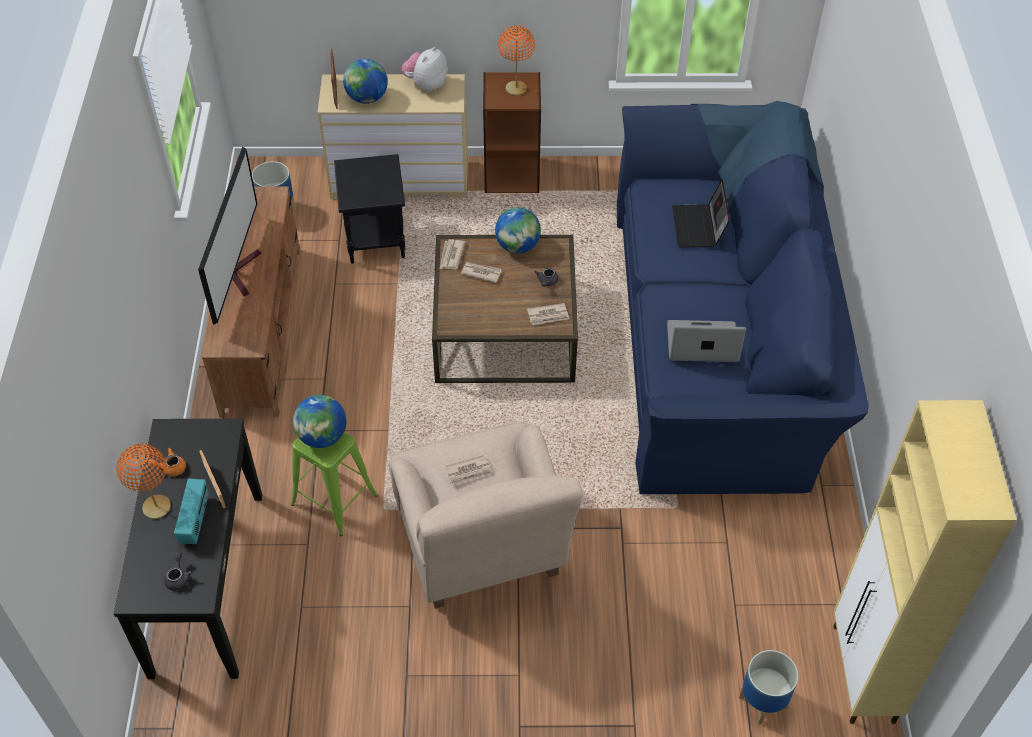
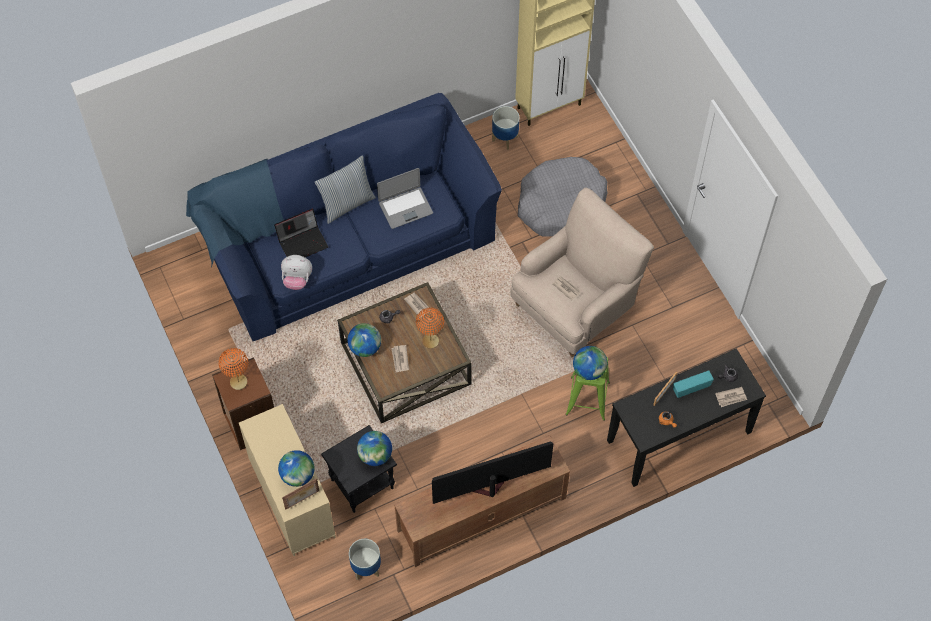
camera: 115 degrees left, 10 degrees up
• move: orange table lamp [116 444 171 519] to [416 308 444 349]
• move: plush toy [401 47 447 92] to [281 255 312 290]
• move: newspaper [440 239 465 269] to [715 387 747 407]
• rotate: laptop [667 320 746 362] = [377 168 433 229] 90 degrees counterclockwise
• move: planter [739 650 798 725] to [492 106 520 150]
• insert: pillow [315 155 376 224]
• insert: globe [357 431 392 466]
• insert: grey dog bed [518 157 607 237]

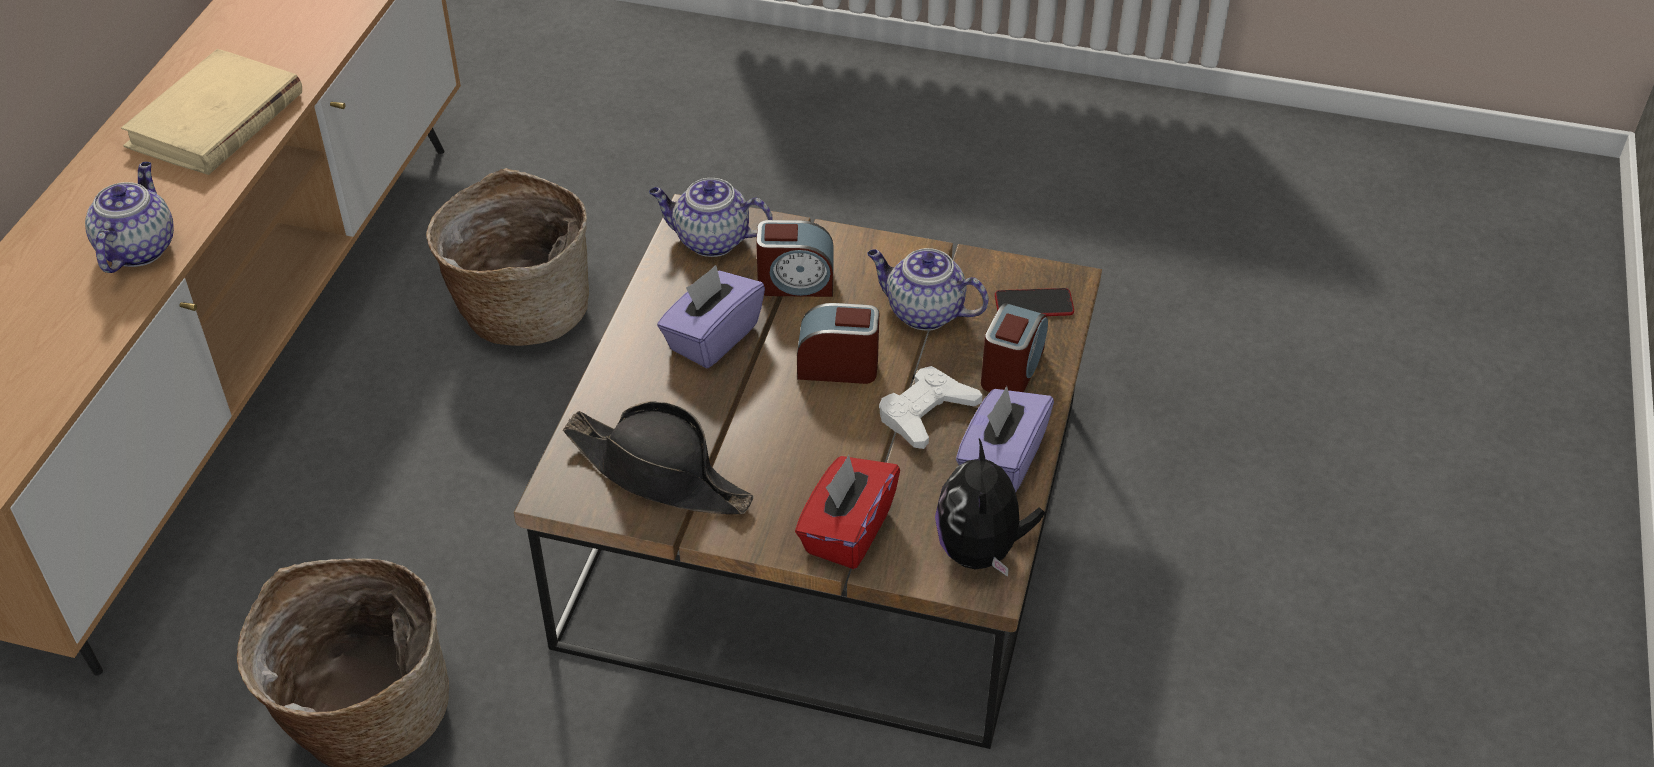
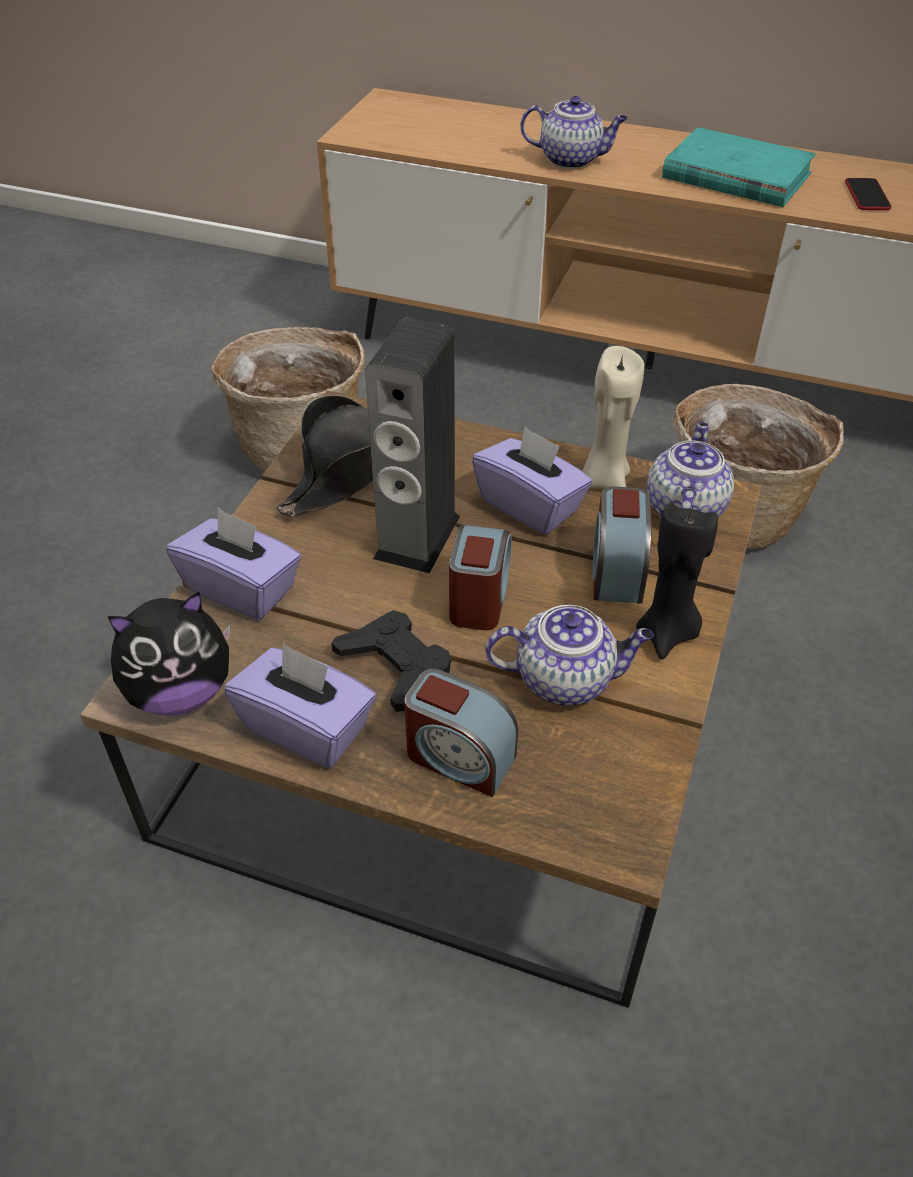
camera: 95 degrees right, 0 degrees up
• recolor: beige book [121 49 302 175] to turquoise book [662 127 816 207]
• recolor: red tissue box [795 455 900 569] to purple tissue box [167 508 301 620]
• rotate: teapot [867 248 989 331] = [485 605 654 706] 60 degrees clockwise
• recolor: white game controller [879 366 983 449] to black game controller [331 610 451 712]
• rotate: plush toy [935 438 1045 577] = [108 592 230 716] 150 degrees clockwise
• move: phone [995 288 1074 316] to [845 178 891 210]
• insert: speaker [365 318 460 574]
• insert: beige candle [582 346 644 489]
• insert: black candle [636 503 718 659]

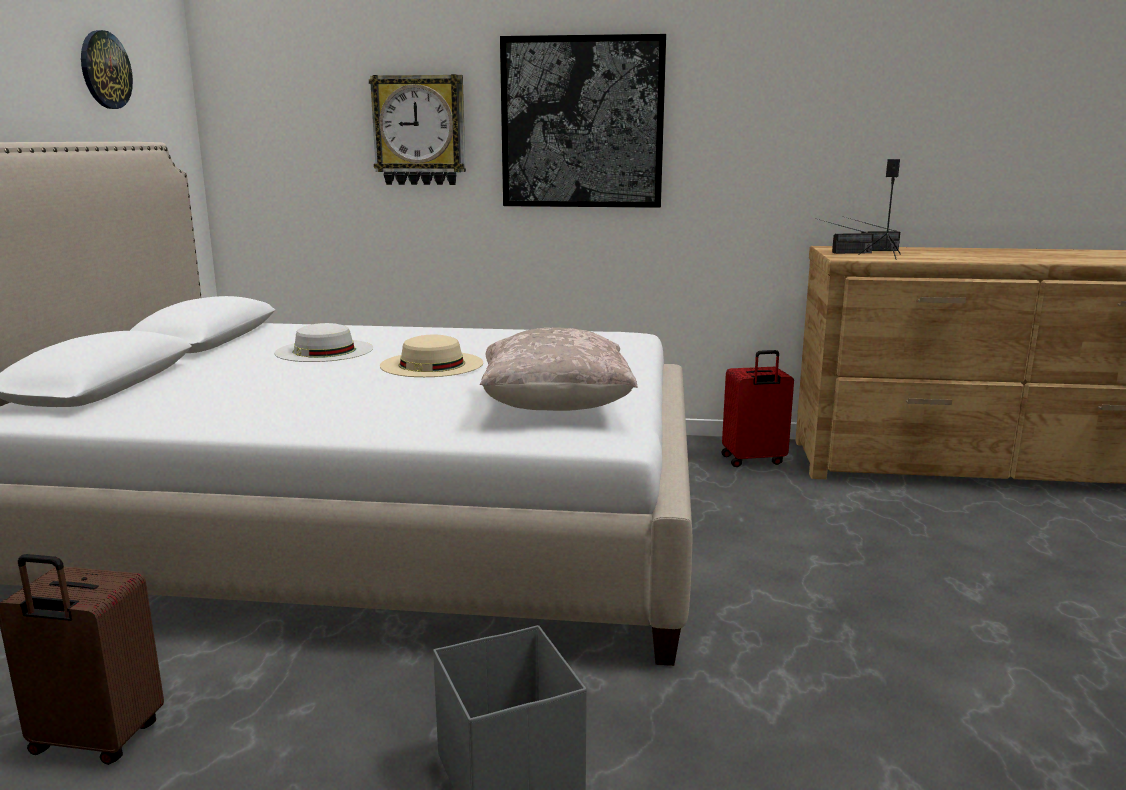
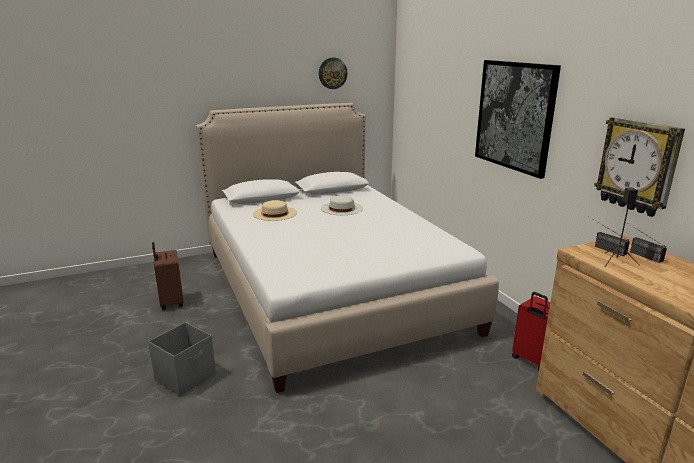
camera: 60 degrees right, 5 degrees up
• move: wall clock [369 74 466 185] to [594 117 685 217]
• move: beige hat [380 335 483 377] to [253 200 297 221]
• delete: beige pillow [480 327 638 411]

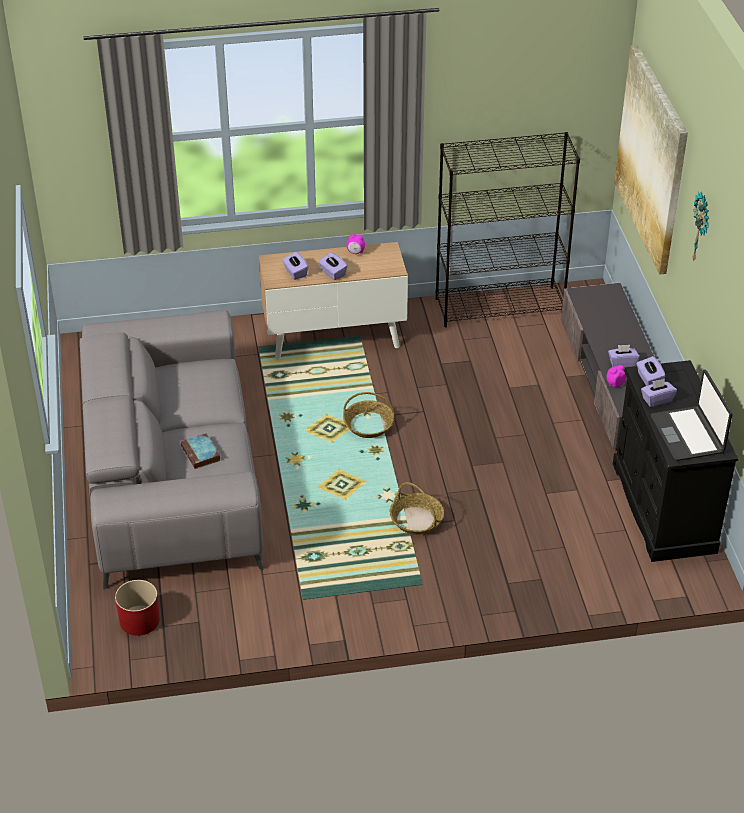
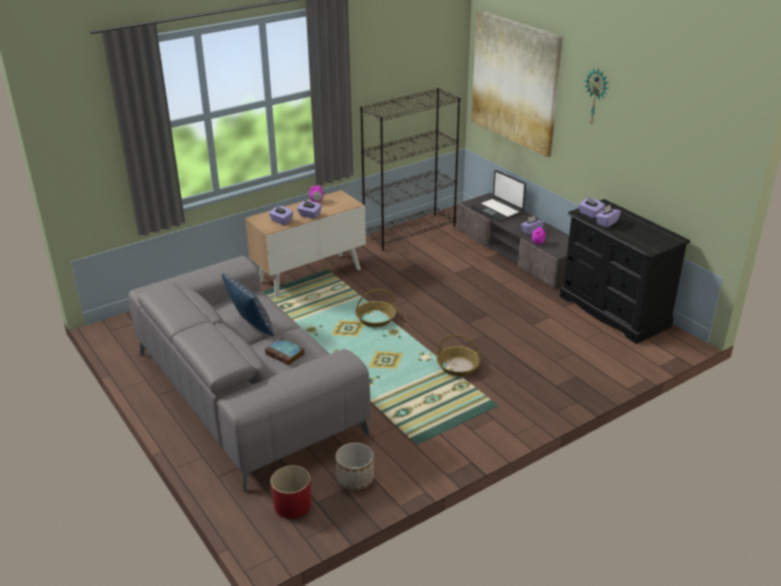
camera: 25 degrees left, 10 degrees down
• move: laptop [651 370 732 461] to [471 170 526 222]
• insert: pillow [222 273 275 337]
• insert: planter [335 443 374 490]

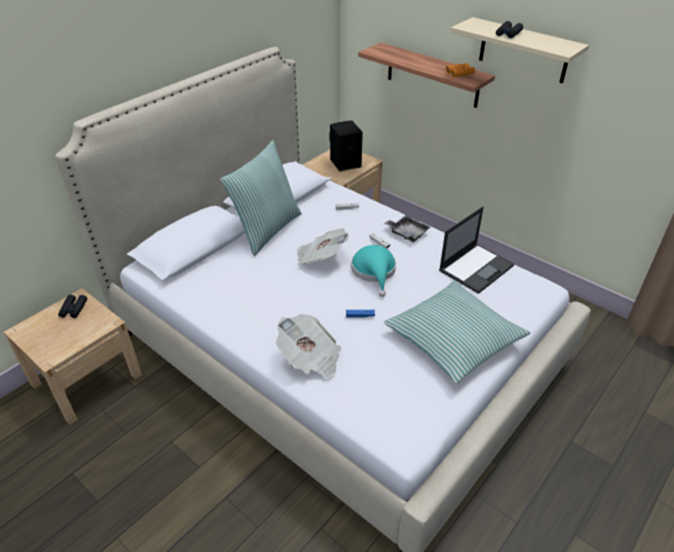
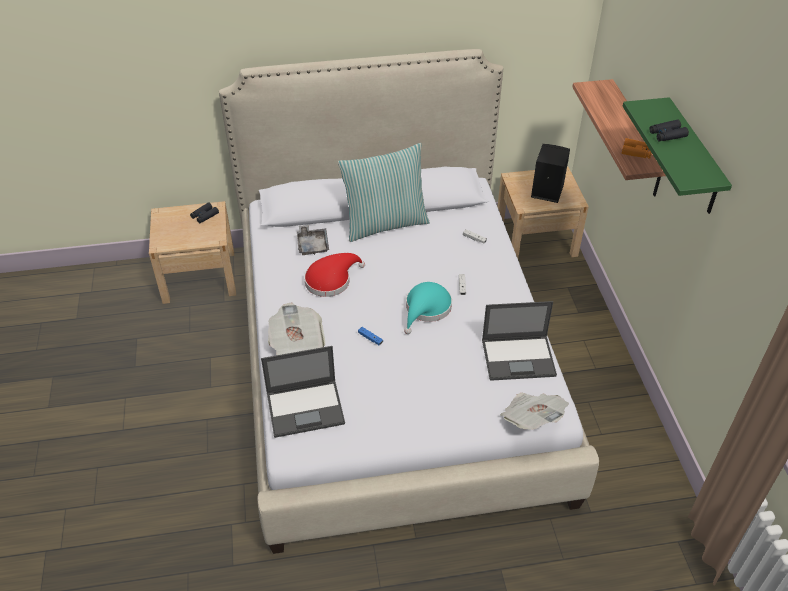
camera: 40 degrees right, 5 degrees up
• move: newspaper [297 228 349 265] to [500 393 569 430]
• move: grey tray [384 215 430 242] to [297 225 329 255]
• delete: pillow [384 281 530 384]
• recolor: beige shelf [450 17 589 83] to green shelf [623 97 732 214]
• insert: laptop [261 346 345 438]
• insert: red hat [304 253 365 297]

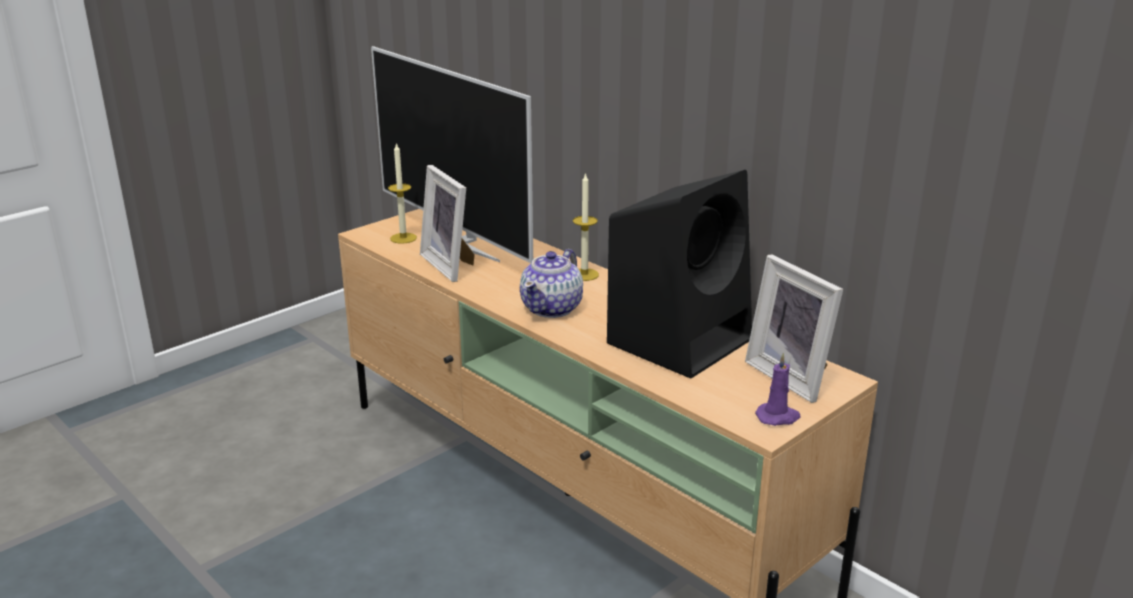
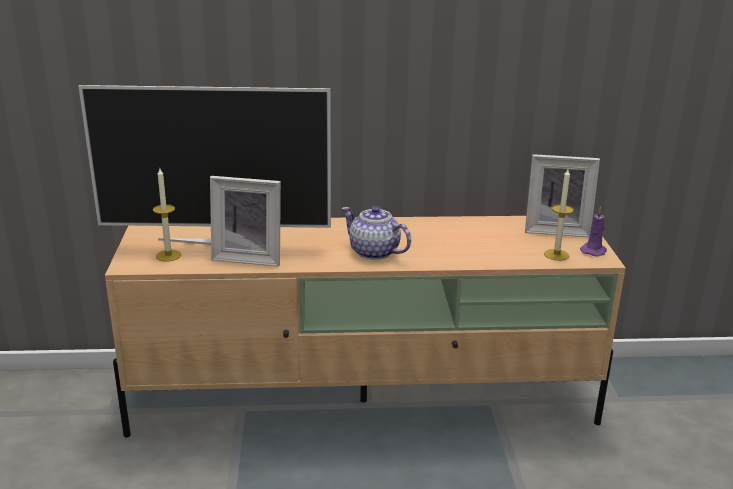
camera: 50 degrees left, 0 degrees up
• rotate: teapot [520 249 583 318] = [341 206 411 260] 150 degrees clockwise
• move: candle [573 172 599 281] to [544 169 574 261]
• delete: black speaker [607 170 752 378]

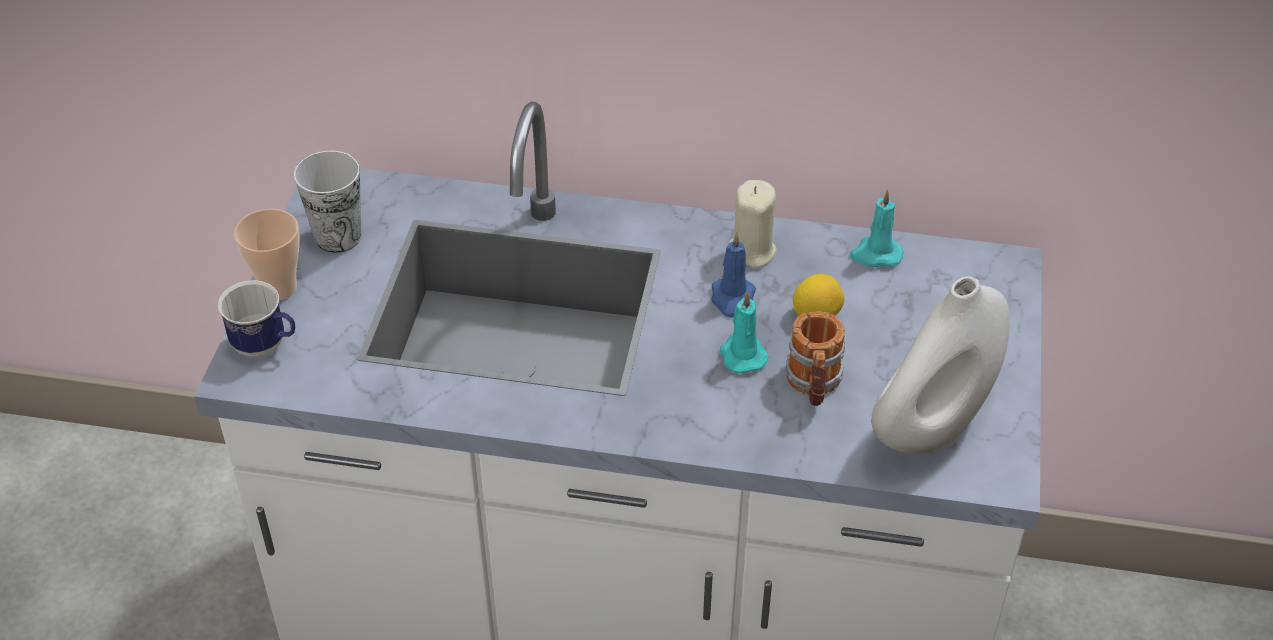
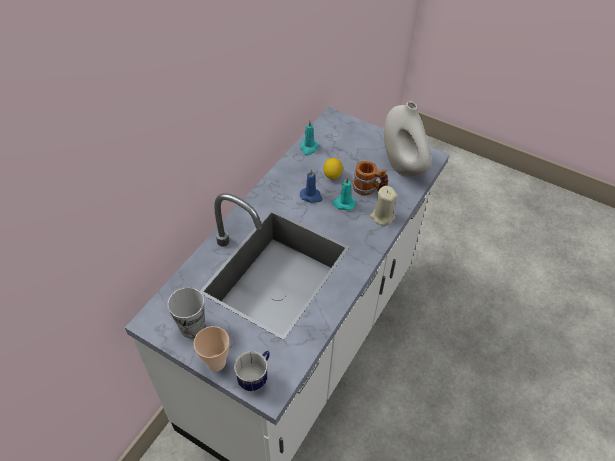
camera: 70 degrees left, 5 degrees up
• move: beige candle [727 180 776 268] to [370 186 398 226]

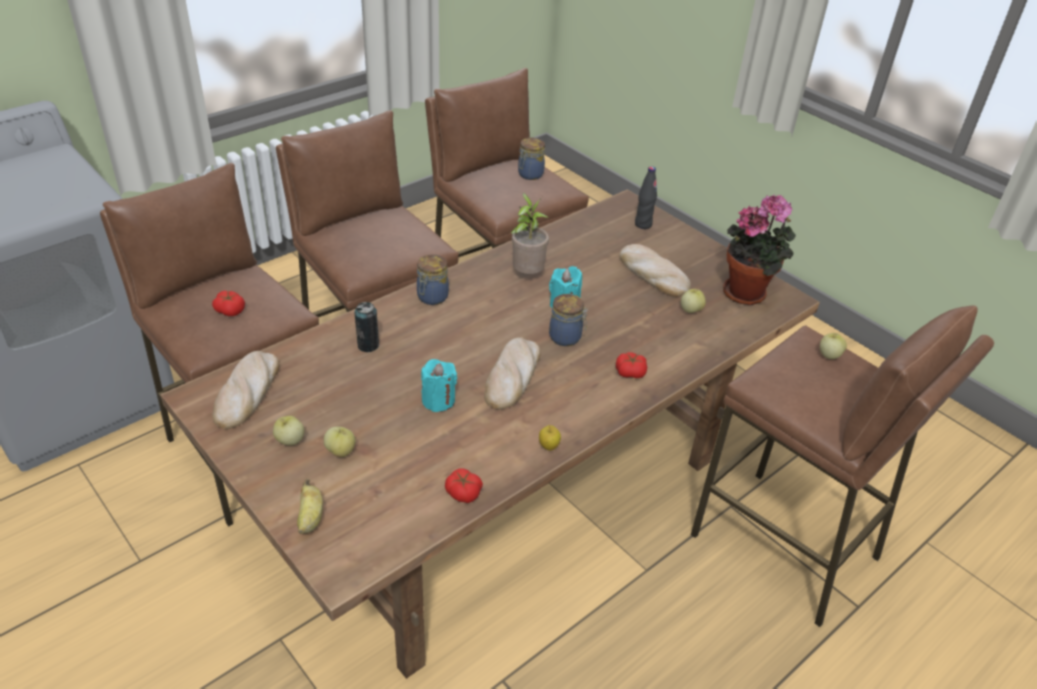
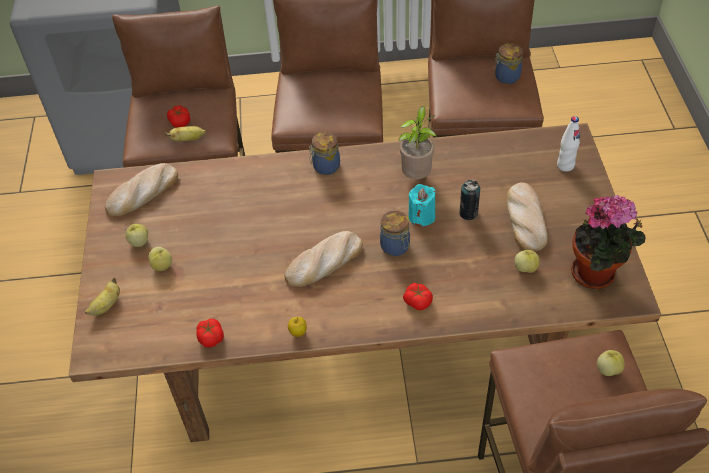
camera: 40 degrees right, 10 degrees up
• move: can [354 302 380 352] to [459 180 481 220]
• delete: turquoise candle [421 359 457 412]
• recolor: black bottle [635 166 657 229] to white bottle [557 116 580 172]
• insert: banana [166 126 206 142]

